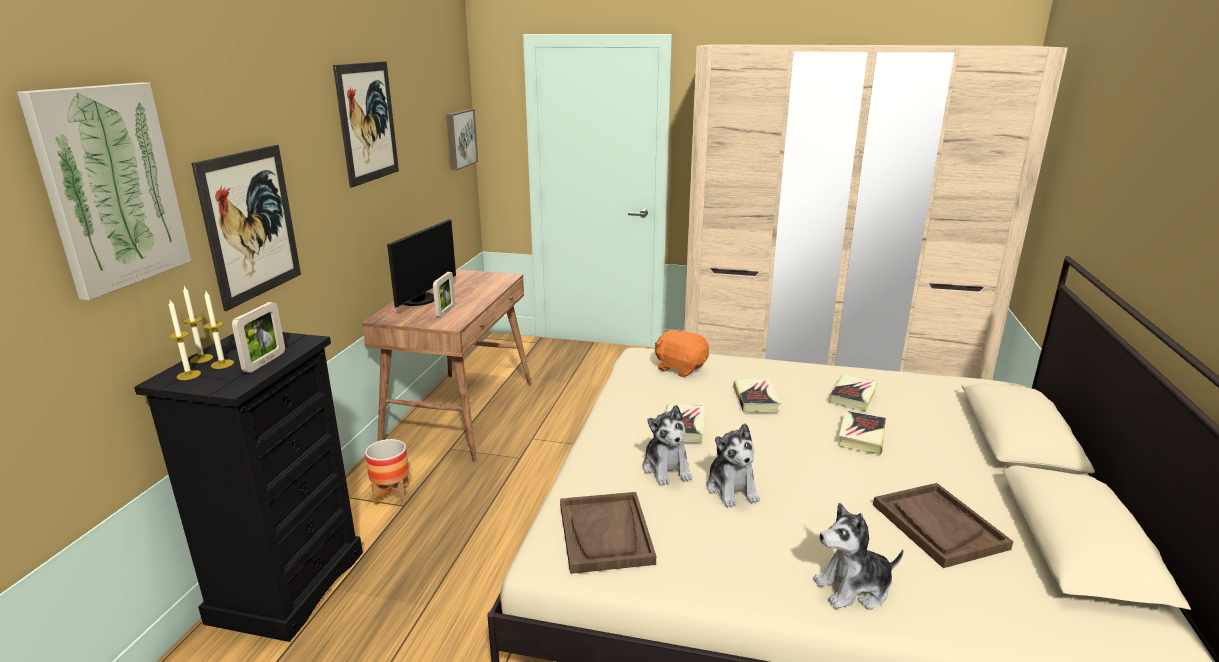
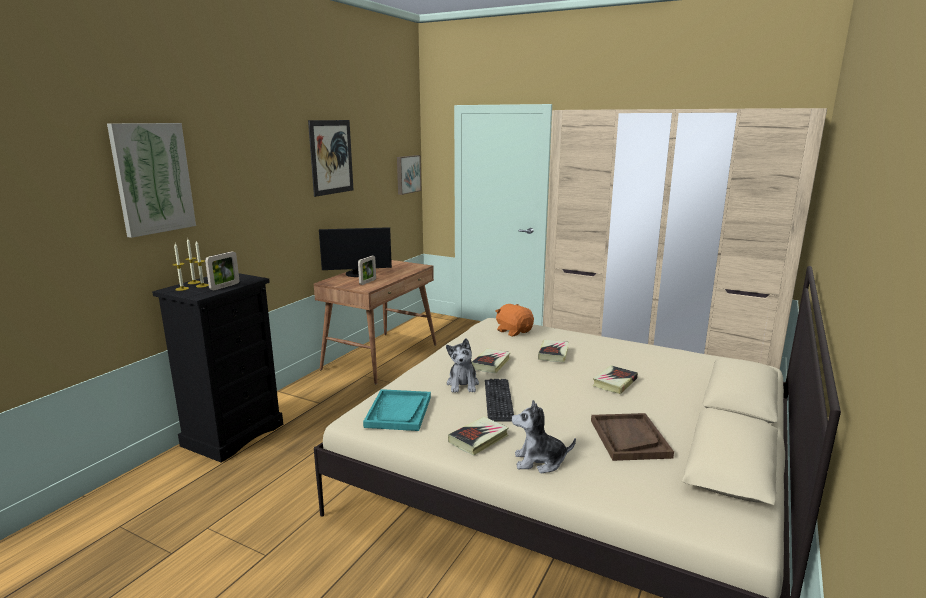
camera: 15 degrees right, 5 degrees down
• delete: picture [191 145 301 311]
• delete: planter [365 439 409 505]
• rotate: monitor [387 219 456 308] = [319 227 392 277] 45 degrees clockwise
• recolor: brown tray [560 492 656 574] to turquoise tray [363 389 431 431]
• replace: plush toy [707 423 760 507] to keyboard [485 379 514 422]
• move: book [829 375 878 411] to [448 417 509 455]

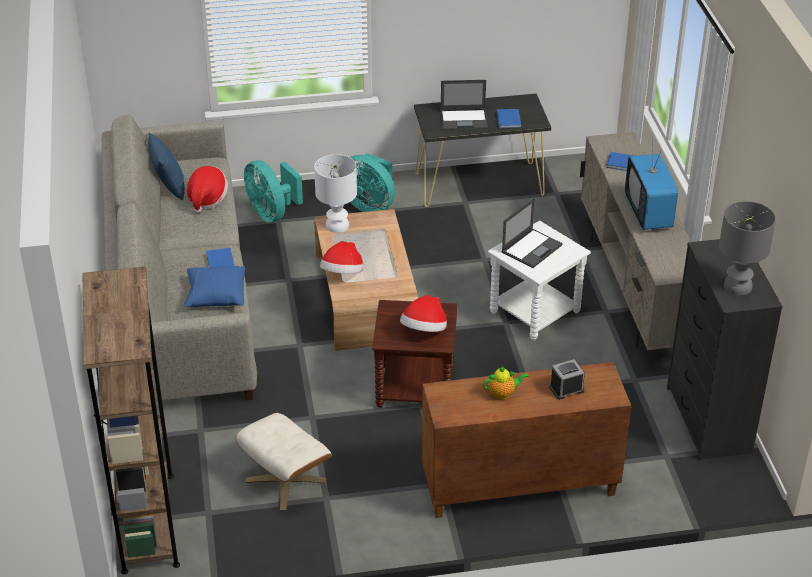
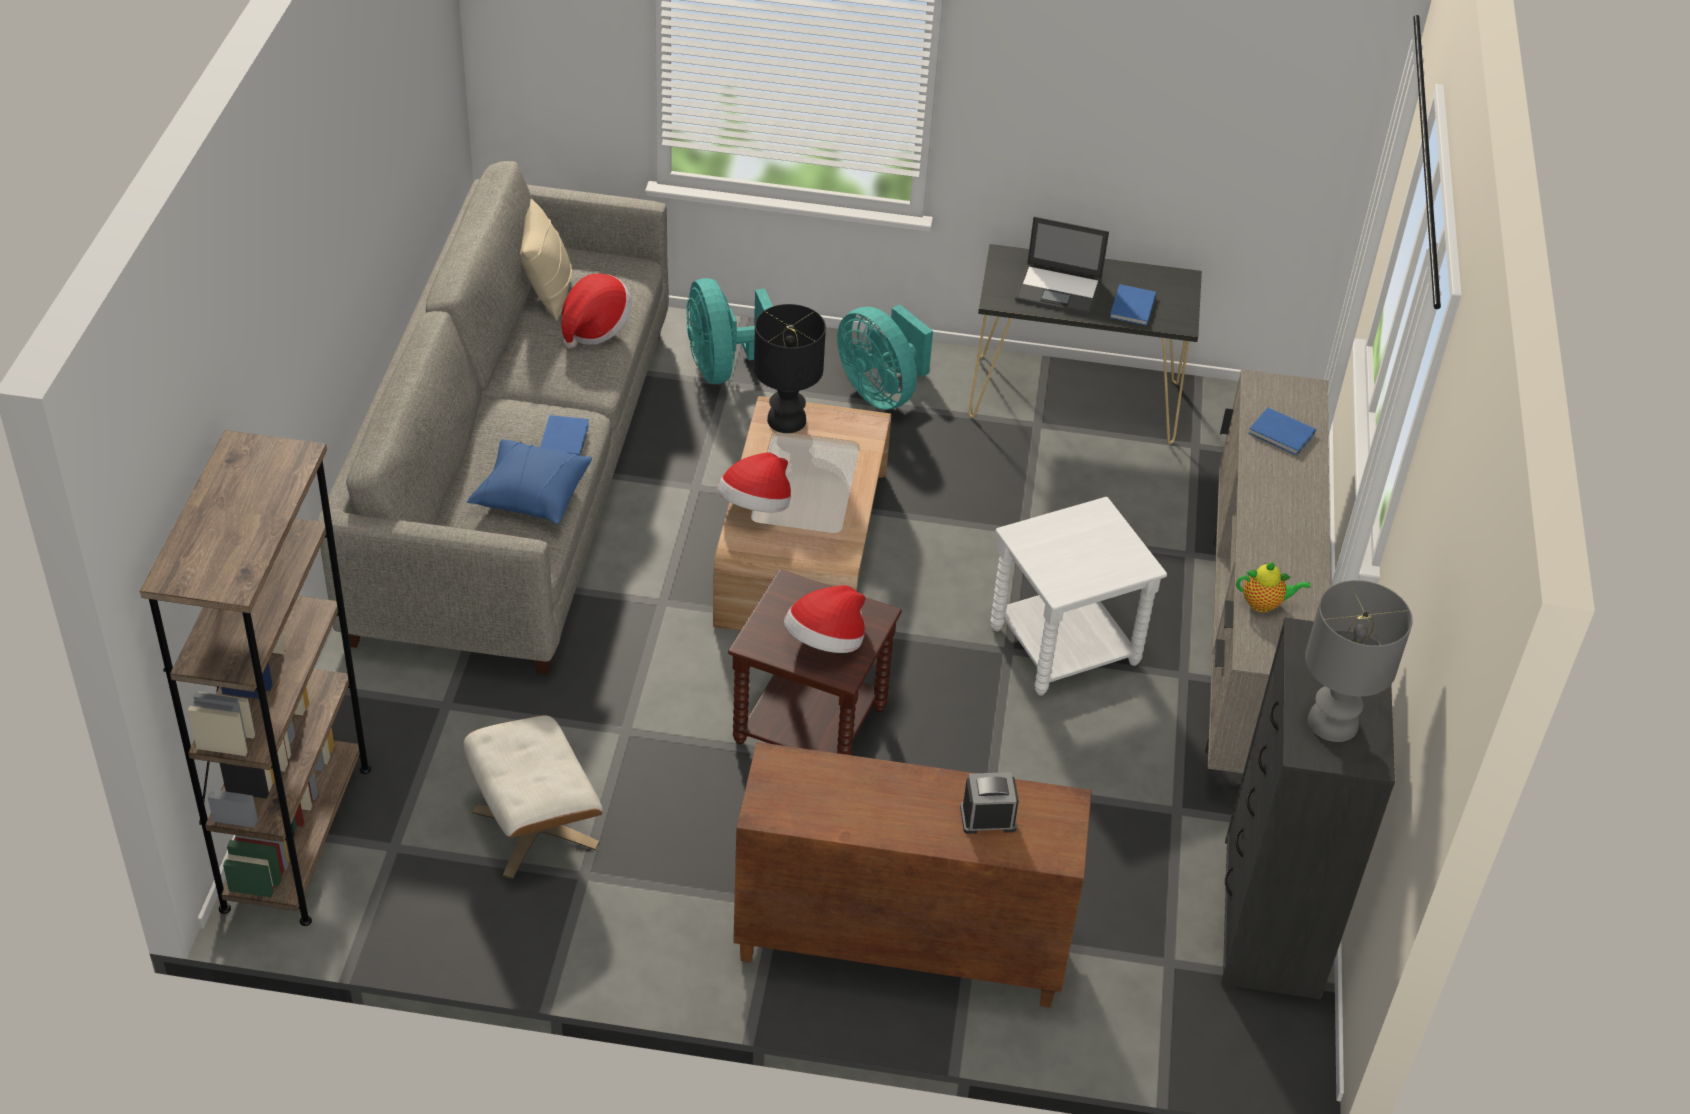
camera: 15 degrees right, 5 degrees up
• recolor: blue pillow [148 133 185 201] to beige pillow [520 199 572 321]
• recolor: white table lamp [314 154 357 233] to black table lamp [754 304 826 433]
• move: teapot [483 366 529 400] to [1236 562 1310 612]
• delete: laptop [502 198 563 268]
• delete: television [625 134 678 230]

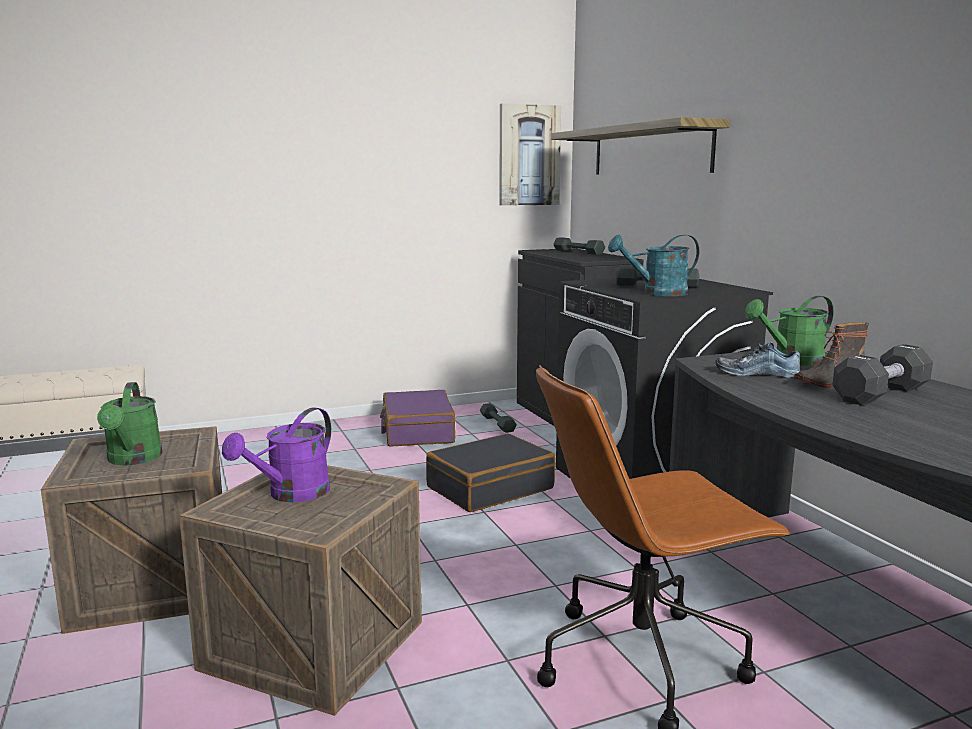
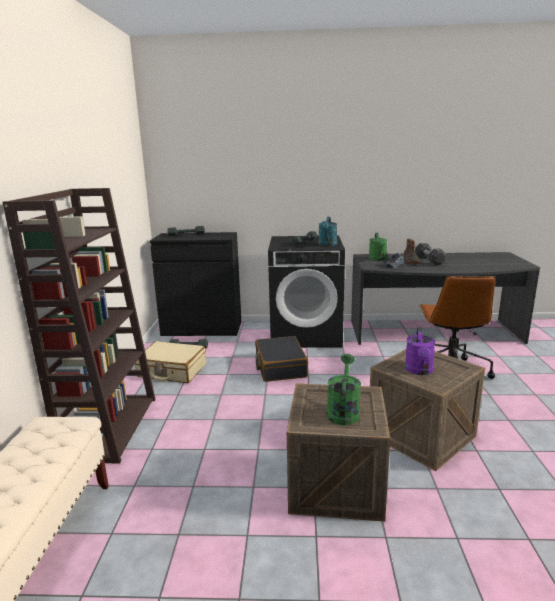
camera: 65 degrees left, 5 degrees up
• rotate: green watering can [97 382 163 465] = [326 354 361 425] 90 degrees counterclockwise
• rotate: purple watering can [222 407 331 502] = [405 327 435 375] 45 degrees clockwise
• recolor: purple suitcase [380 390 456 447] to beige suitcase [135 341 206 383]
• delete: picture [499 103 561 206]
• delete: shelf [551 117 730 175]
• insert: brown bookcase [3 188 156 463]

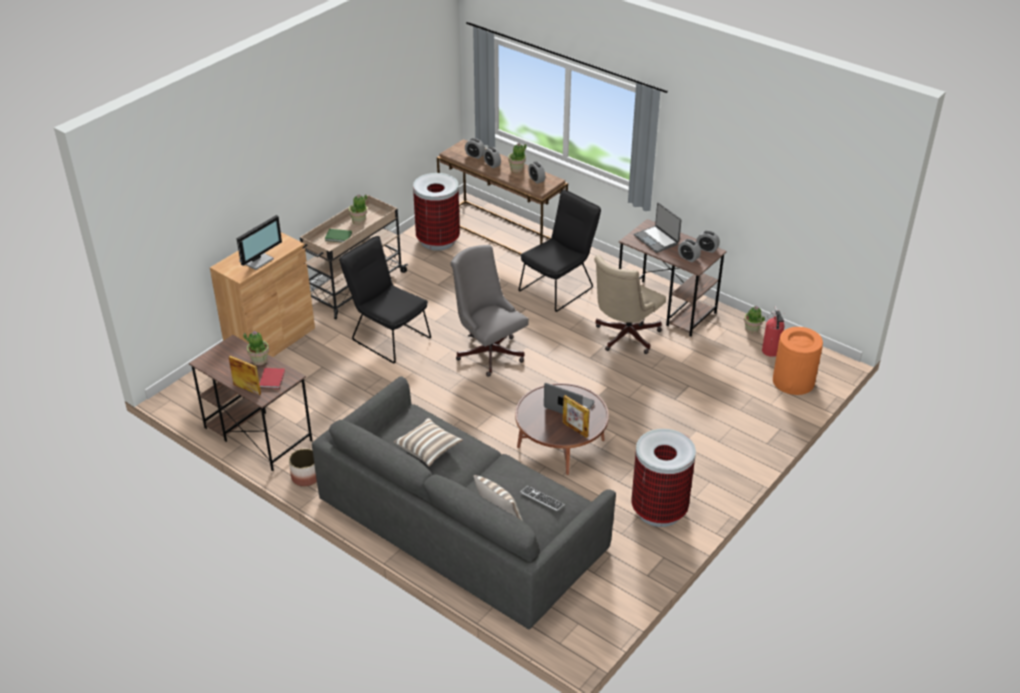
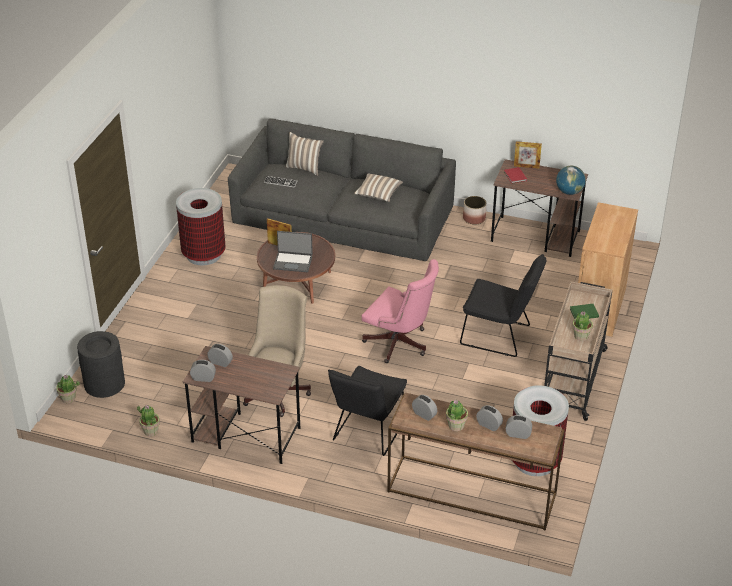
camera: 160 degrees right, 0 degrees up
• delete: monitor [237 215 282 270]
• move: potted plant [243 331 269 365] to [56 375 80 403]
• recolor: grey office chair [450 245 529 377] to pink office chair [362 259 439 363]
• delete: laptop [634 203 682 253]
• delete: fire extinguisher [762 306 785 357]
• recolor: orange trash can [773 327 823 395] to black trash can [77 331 125 398]
• insert: globe [556 166 586 195]

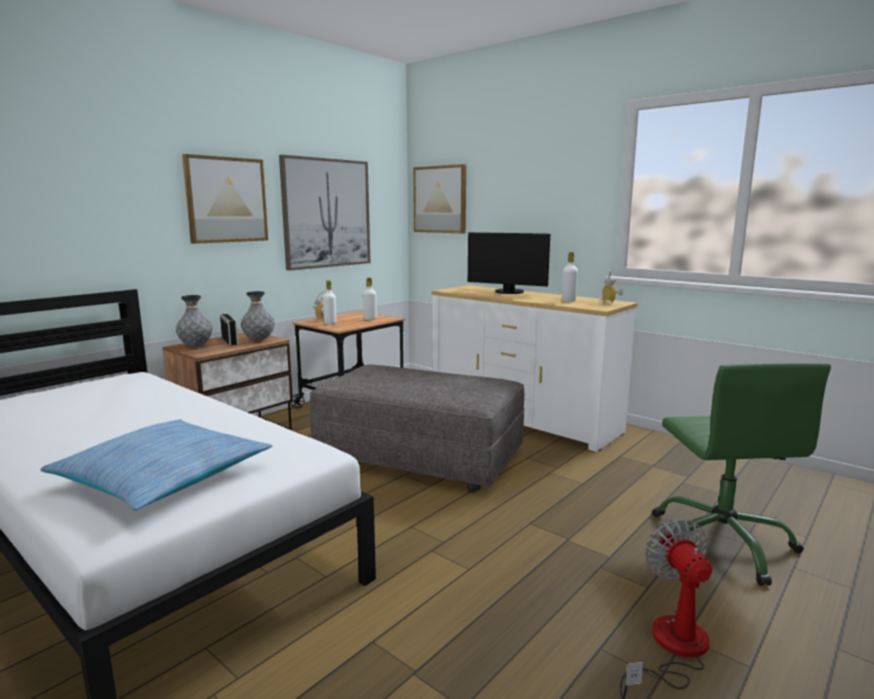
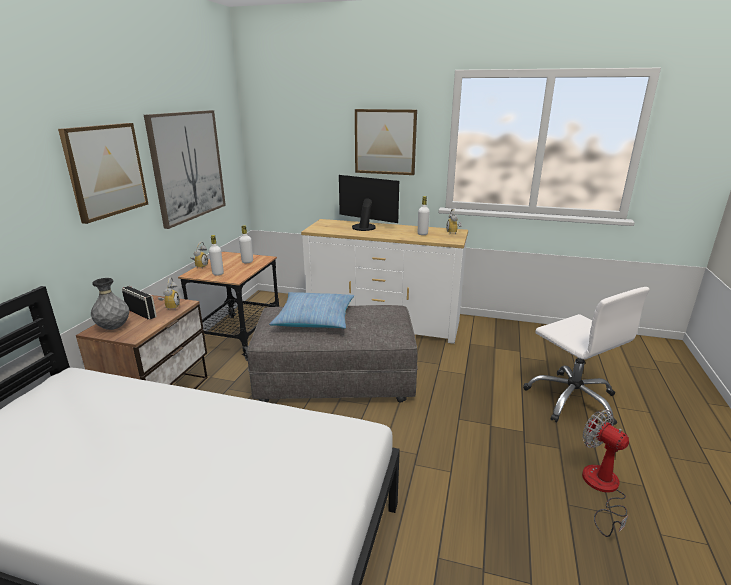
camera: 25 degrees left, 10 degrees up
• move: pillow [40 419 272 510] to [269 292 354 328]
• replace: grey vase [241 291 275 341] to alarm clock [158 277 180 309]
• move: picture [413 164 466 233] to [355 109 417 175]
• rotate: monitor [468 232 550 294] = [339 175 399 231] 150 degrees counterclockwise
• recolor: green office chair [652 362 831 586] to white office chair [523 287 650 426]

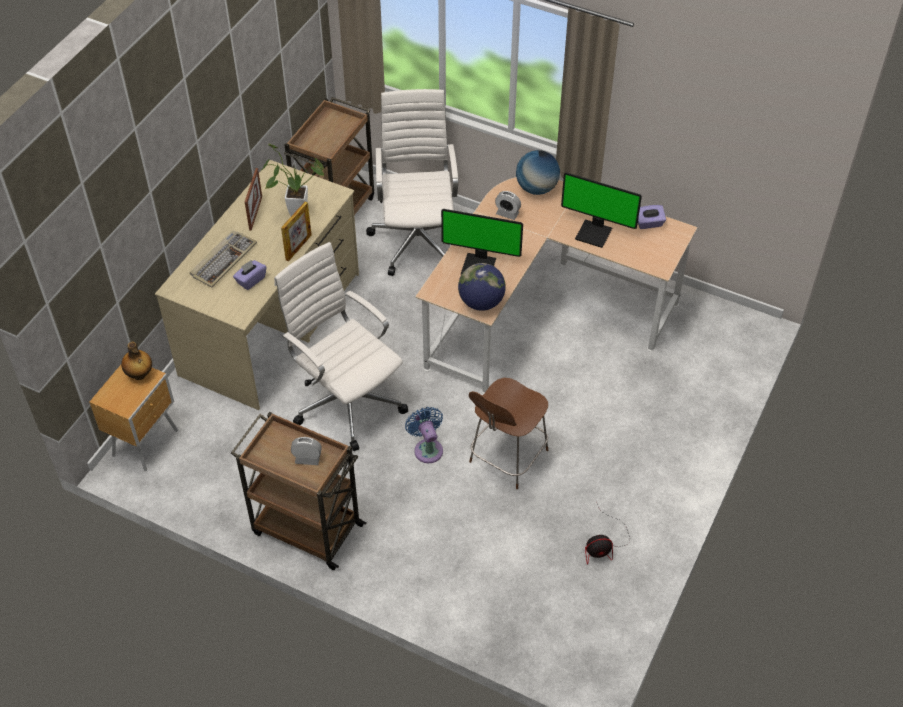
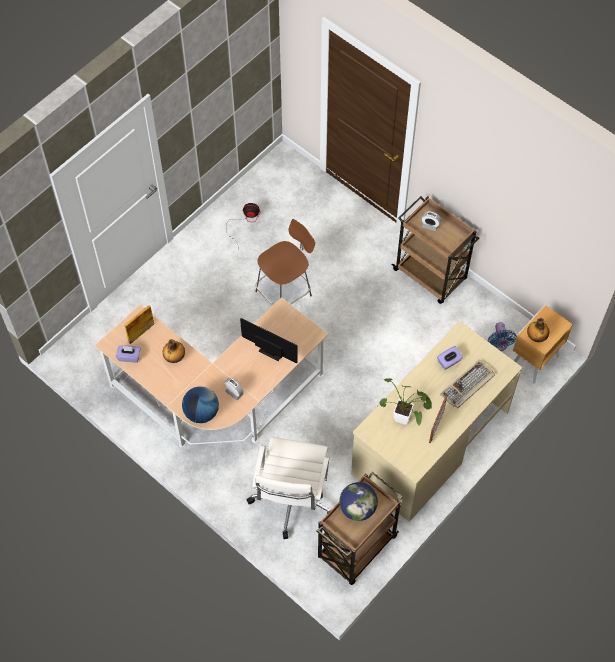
camera: 165 degrees left, 10 degrees up
• delete: white office chair [274 242 408 451]
• move: picture frame [281 202 312 262] to [125 305 154 344]
• move: blue fan [405 407 443 463] to [488 322 517 351]
• move: globe [458 263 505 311] to [339 482 378 521]
• replace: monitor [561 172 642 248] to bottle [163 339 185 363]

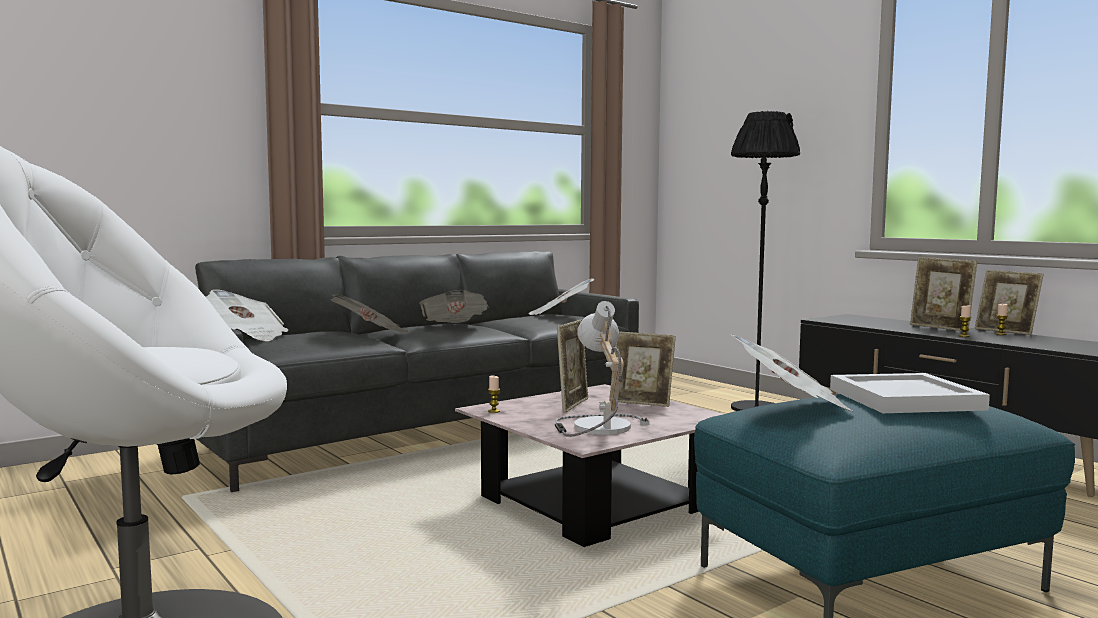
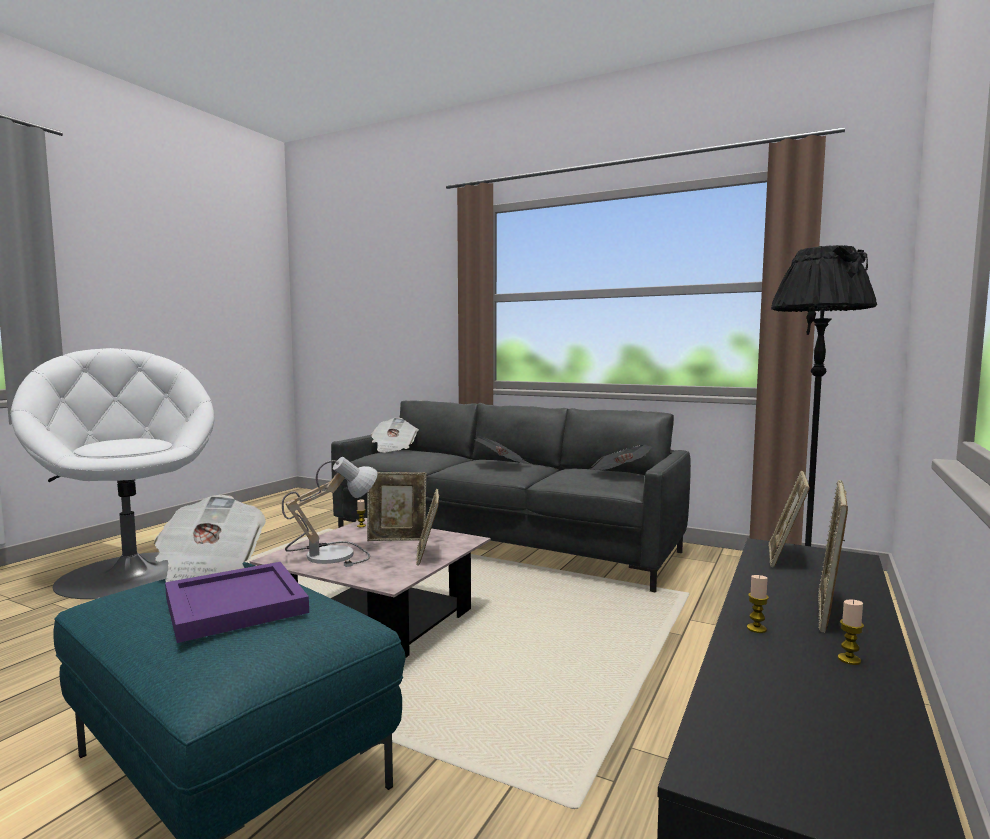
camera: 65 degrees right, 0 degrees up
• delete: newspaper [330 294 410 333]
• recolor: white tray [830 373 990 413] to purple tray [165 562 309 643]
• move: picture frame [975 270 1044 335] to [768 471 810 568]

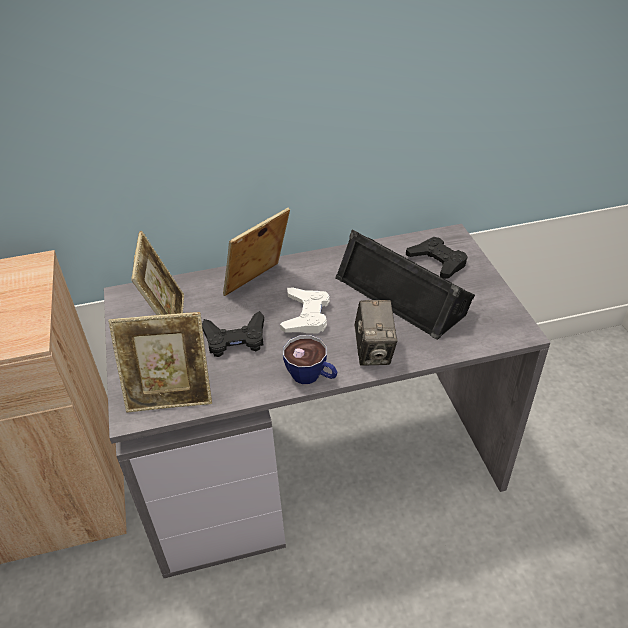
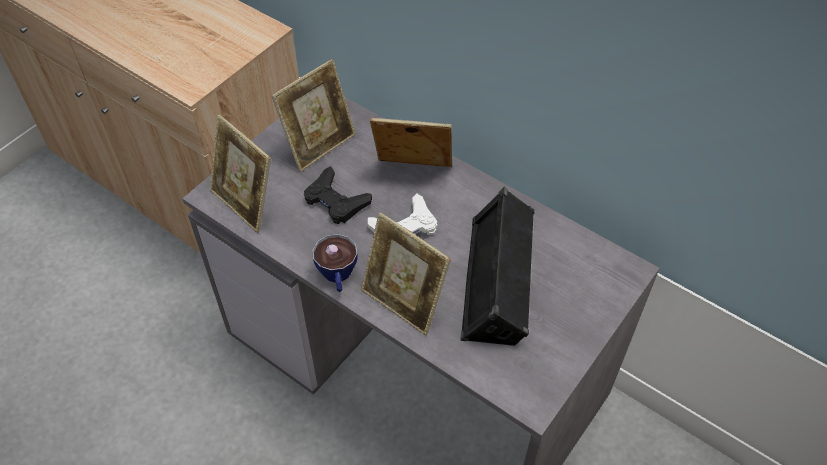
camera: 50 degrees right, 10 degrees up
• replace: photo camera [354 300 397 366] to picture frame [361 212 451 336]
• delete: black game controller [406 237 467 279]

